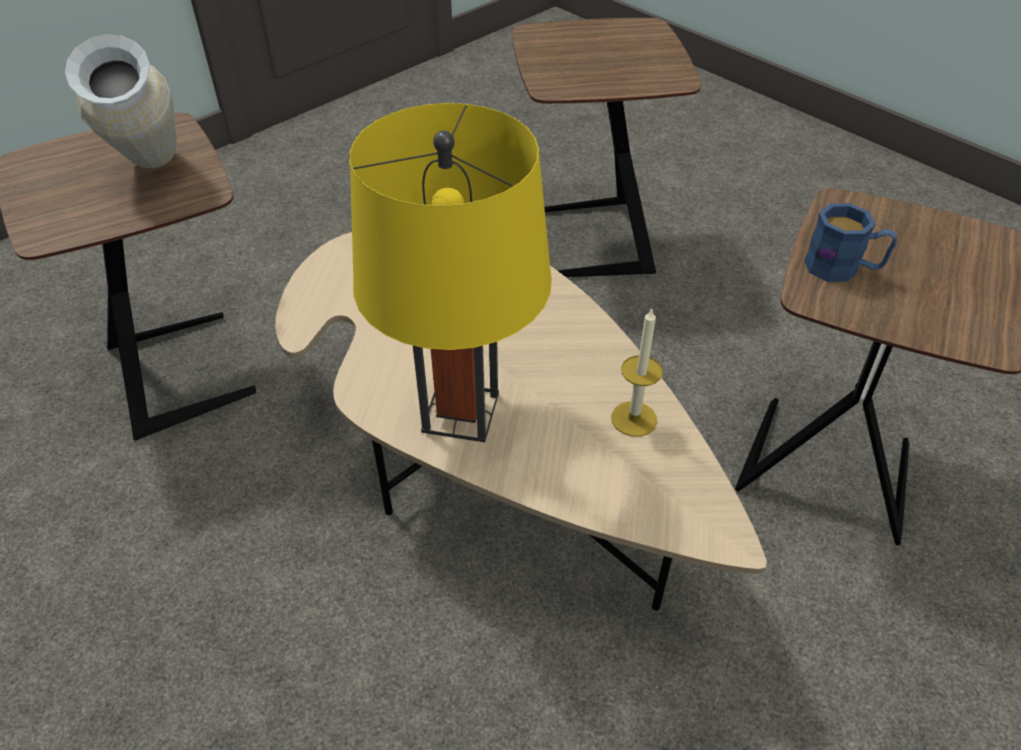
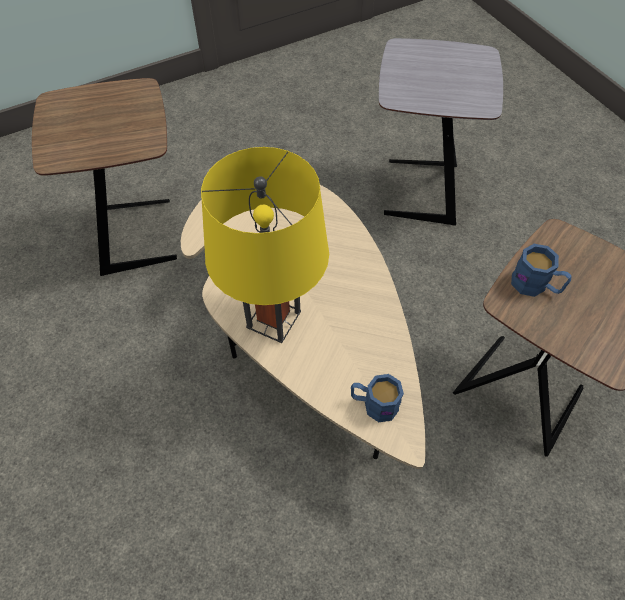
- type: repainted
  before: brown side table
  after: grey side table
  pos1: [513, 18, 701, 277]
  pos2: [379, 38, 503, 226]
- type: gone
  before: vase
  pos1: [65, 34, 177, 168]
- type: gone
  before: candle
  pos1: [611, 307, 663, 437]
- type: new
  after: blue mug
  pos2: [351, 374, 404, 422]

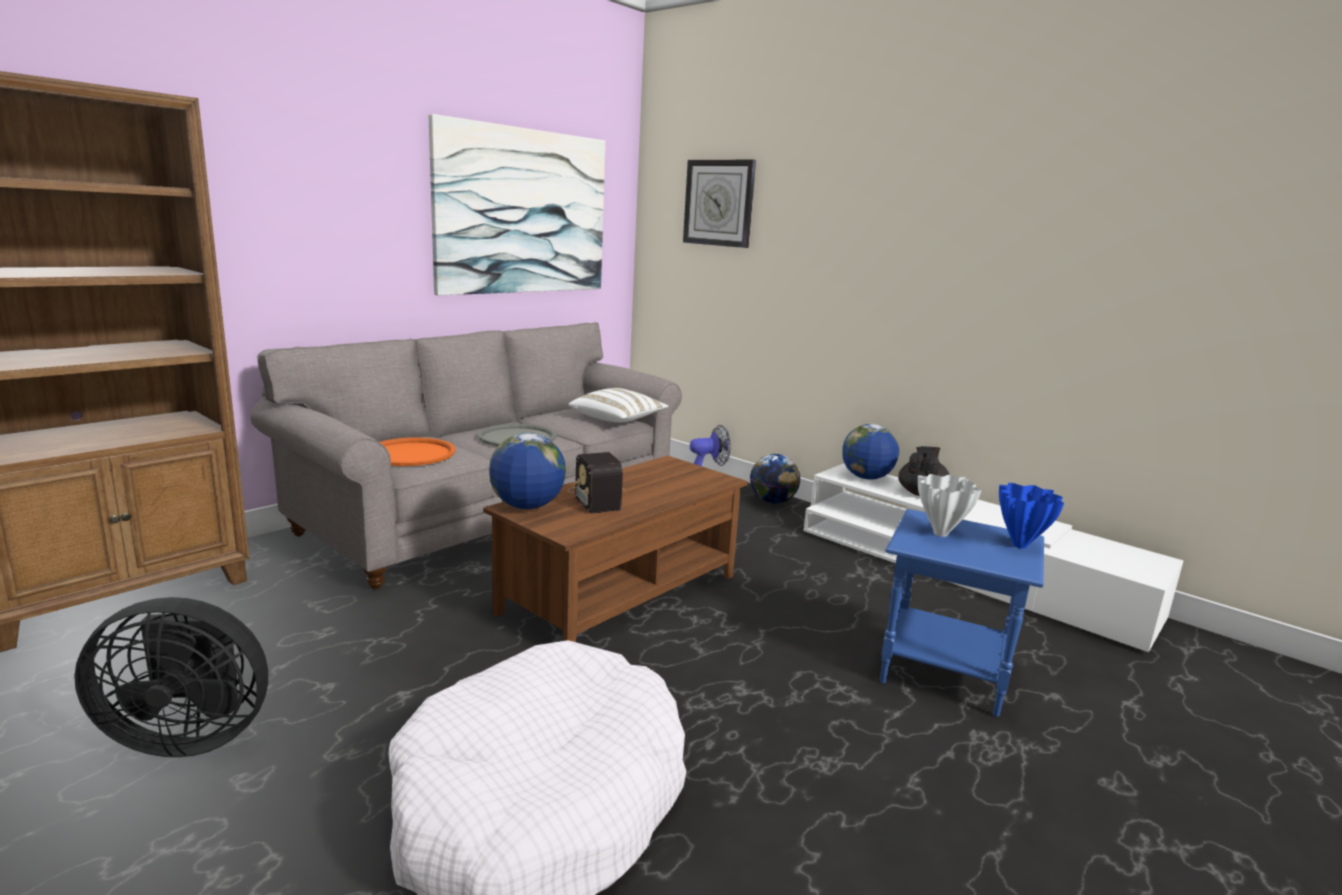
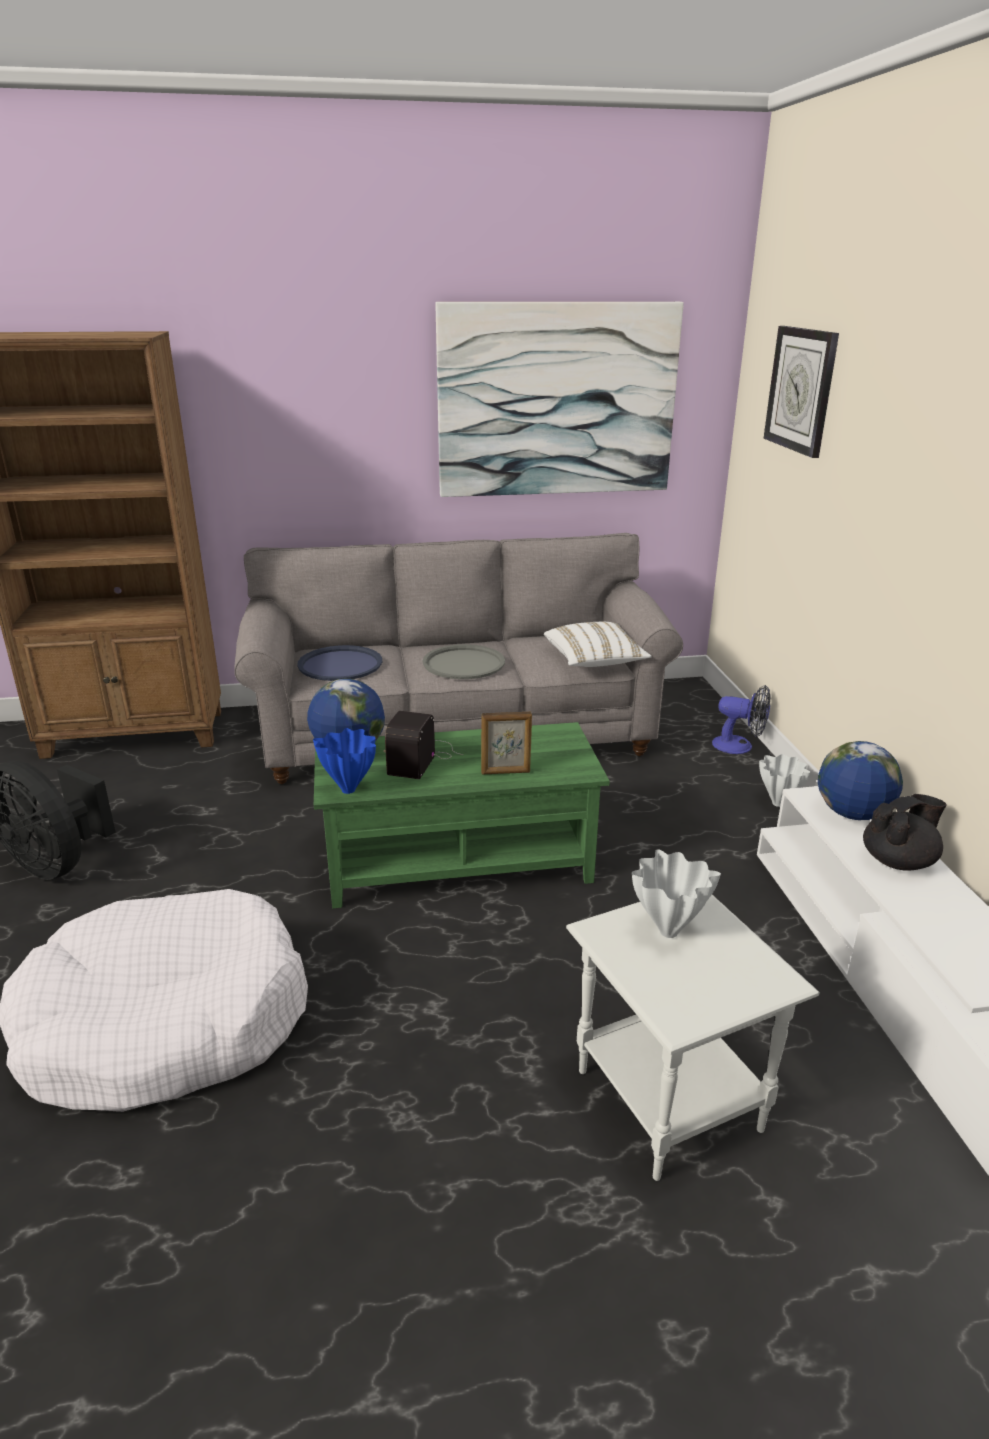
- type: repainted
  before: orange tray
  after: blue tray
  pos1: [380, 437, 456, 466]
  pos2: [297, 645, 382, 681]
- type: swapped
  before: globe
  after: white vase
  pos1: [750, 454, 800, 504]
  pos2: [759, 754, 810, 807]
- type: repainted
  before: brown coffee table
  after: green coffee table
  pos1: [483, 456, 748, 642]
  pos2: [314, 722, 610, 908]
- type: shifted
  before: blue vase
  pos1: [999, 483, 1064, 549]
  pos2: [313, 728, 376, 794]
- type: repainted
  before: blue side table
  after: white side table
  pos1: [880, 509, 1044, 717]
  pos2: [566, 895, 820, 1181]
- type: new
  after: picture frame
  pos2: [481, 711, 532, 774]

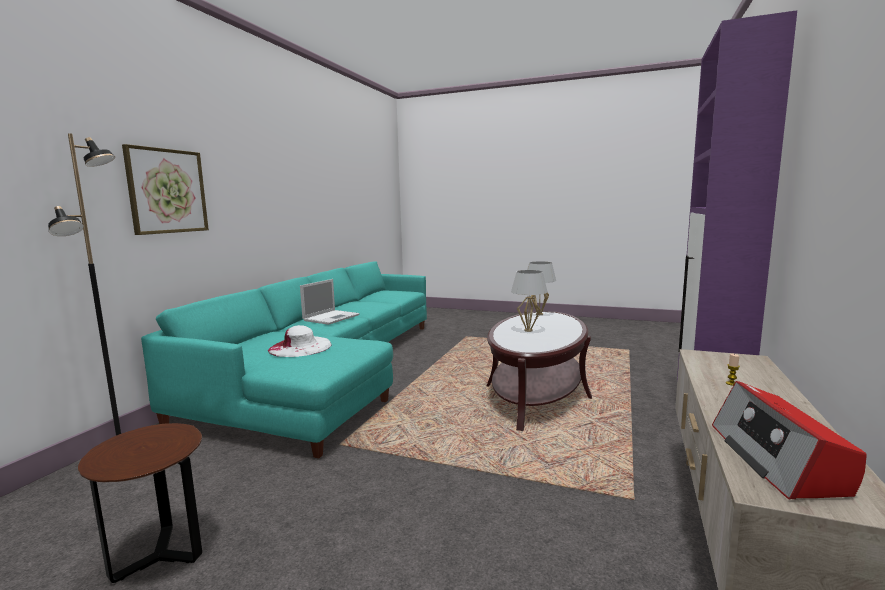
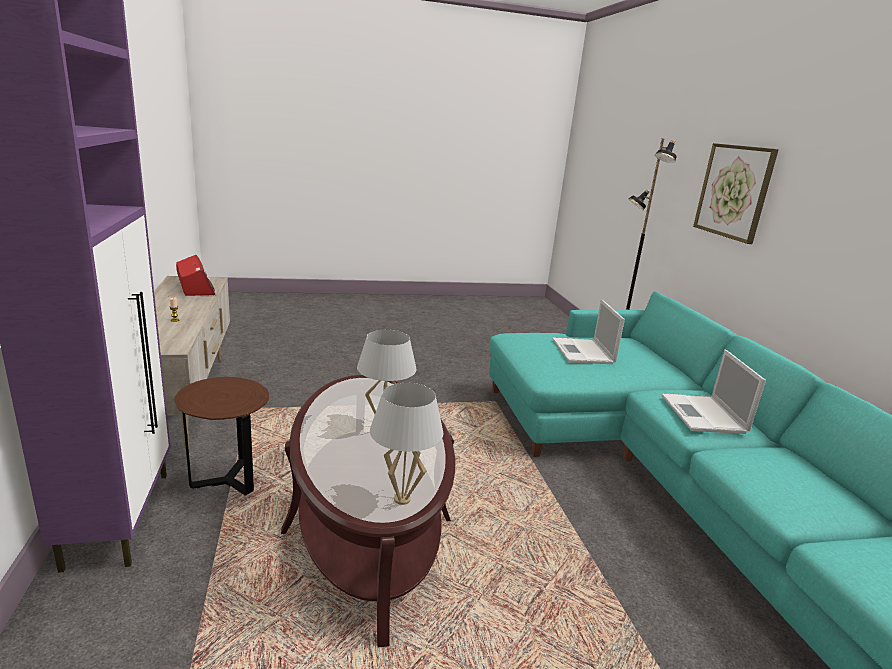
- type: swapped
  before: white hat
  after: laptop
  pos1: [268, 325, 332, 357]
  pos2: [553, 299, 625, 364]
- type: shifted
  before: brown side table
  pos1: [78, 423, 202, 583]
  pos2: [174, 377, 269, 496]

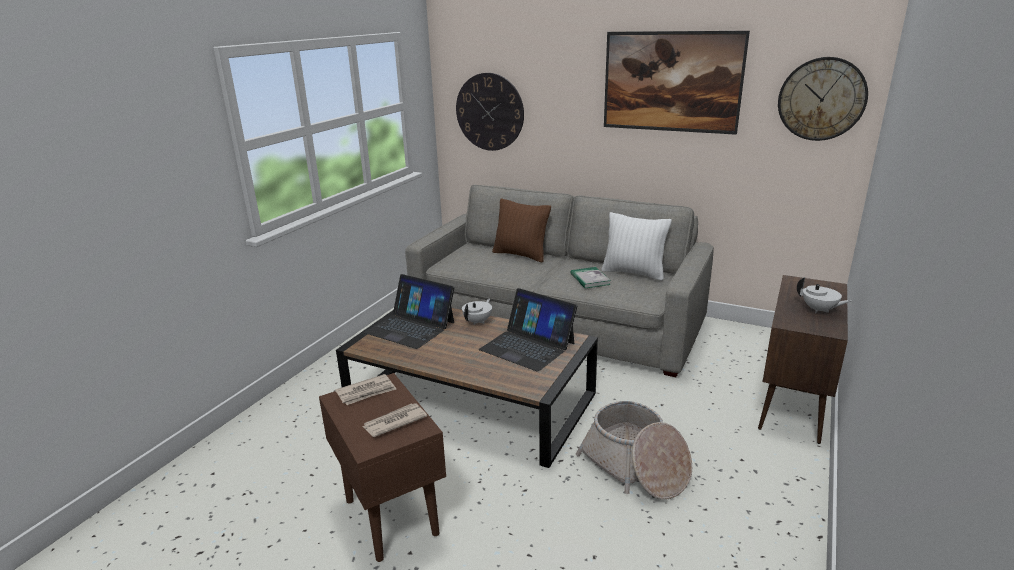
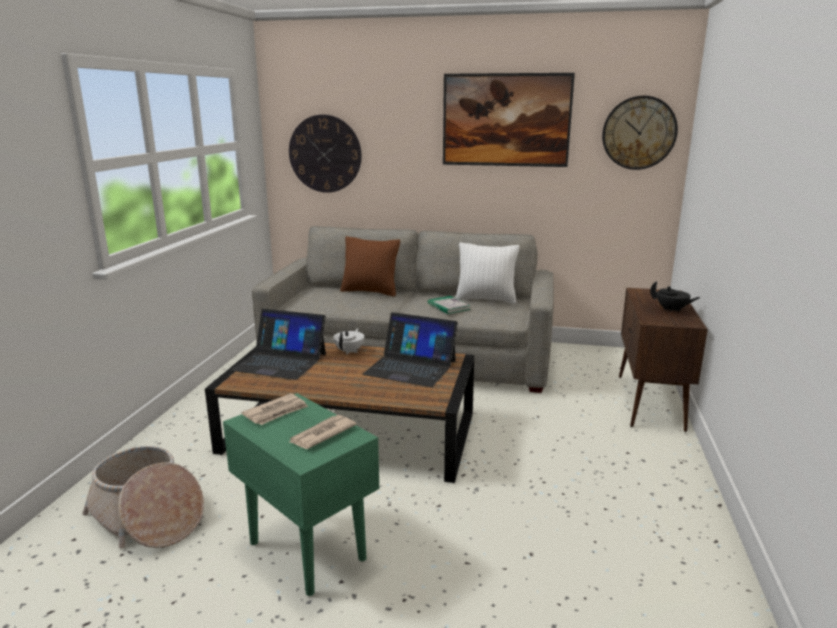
- type: repainted
  before: white teapot
  after: black teapot
  pos1: [797, 277, 852, 313]
  pos2: [650, 281, 700, 312]
- type: repainted
  before: brown side table
  after: green side table
  pos1: [319, 373, 446, 562]
  pos2: [223, 393, 379, 596]
- type: shifted
  before: basket
  pos1: [576, 401, 692, 500]
  pos2: [82, 446, 204, 548]

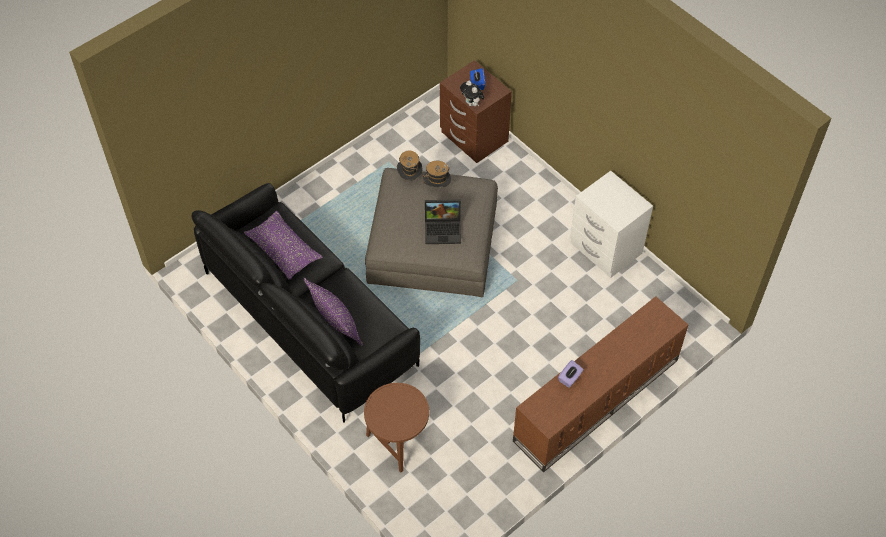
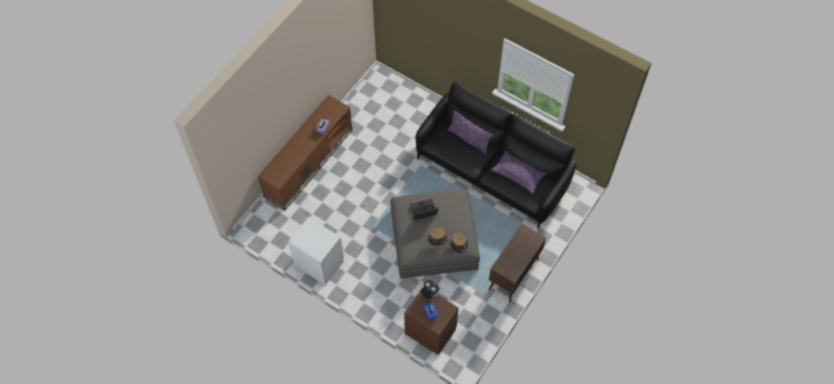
- type: gone
  before: brown side table
  pos1: [364, 383, 429, 472]
- type: new
  after: brown cabinet
  pos2: [489, 224, 546, 302]

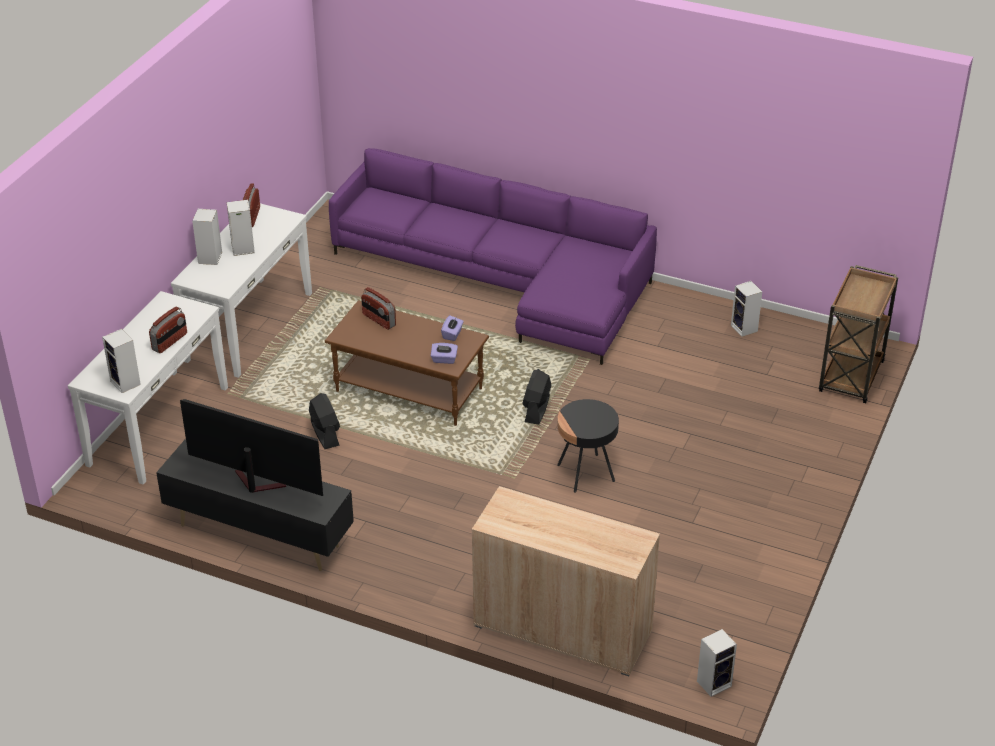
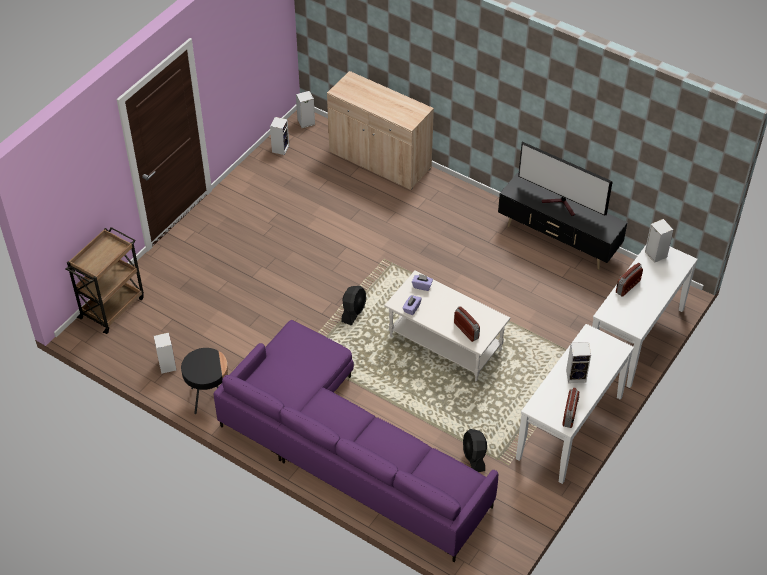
- type: shifted
  before: speaker
  pos1: [192, 209, 222, 265]
  pos2: [270, 117, 289, 155]
- type: repainted
  before: brown coffee table
  after: white coffee table
  pos1: [325, 300, 489, 426]
  pos2: [384, 271, 510, 381]
- type: shifted
  before: black fan
  pos1: [309, 393, 340, 449]
  pos2: [463, 429, 487, 472]
- type: shifted
  before: black side table
  pos1: [557, 399, 619, 493]
  pos2: [181, 348, 228, 414]

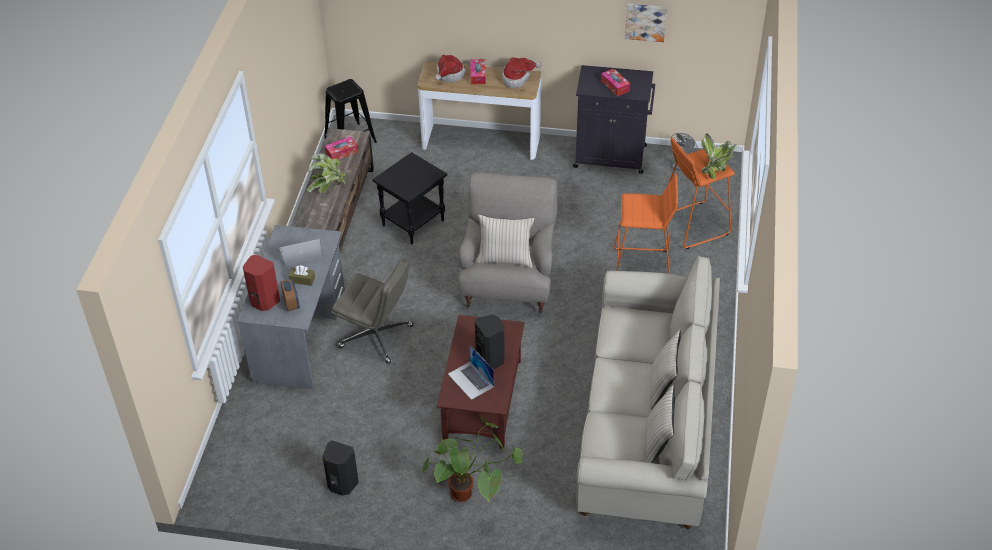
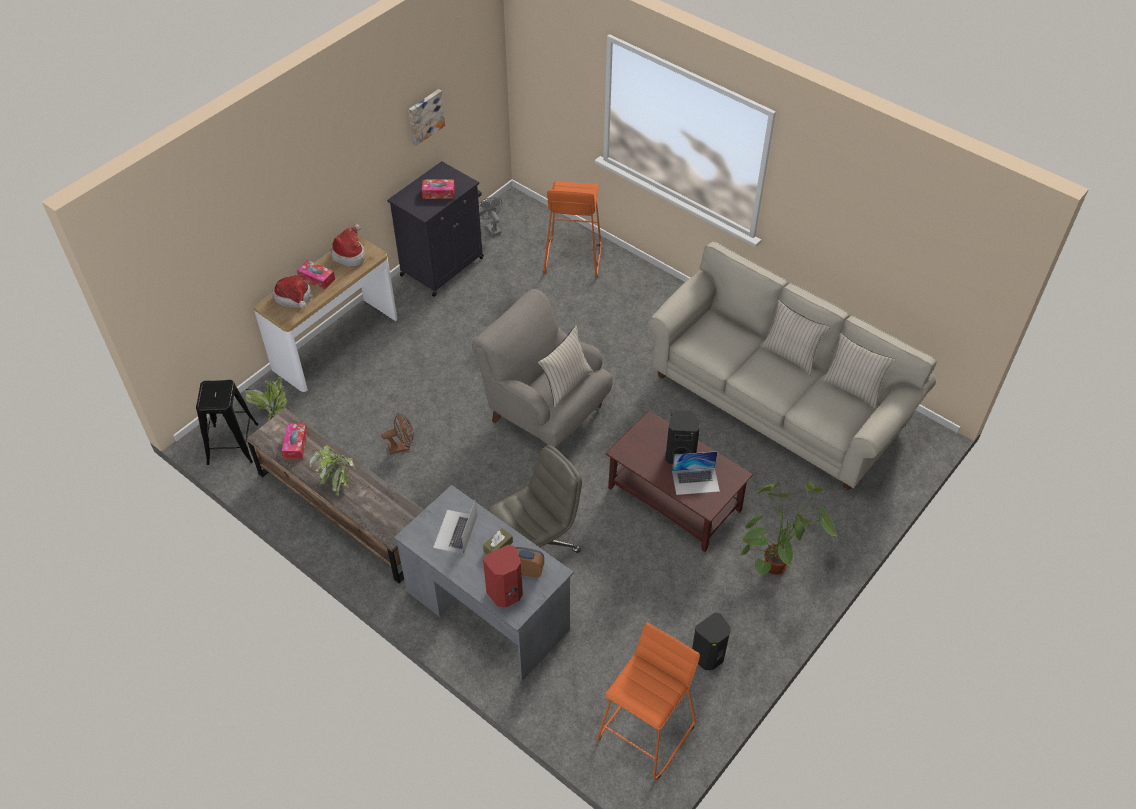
- type: shifted
  before: potted plant
  pos1: [701, 133, 739, 180]
  pos2: [245, 377, 287, 421]
- type: swapped
  before: black side table
  after: brown fan
  pos1: [372, 152, 447, 244]
  pos2: [381, 413, 414, 454]
- type: shifted
  before: orange stool
  pos1: [614, 173, 678, 274]
  pos2: [596, 622, 700, 779]

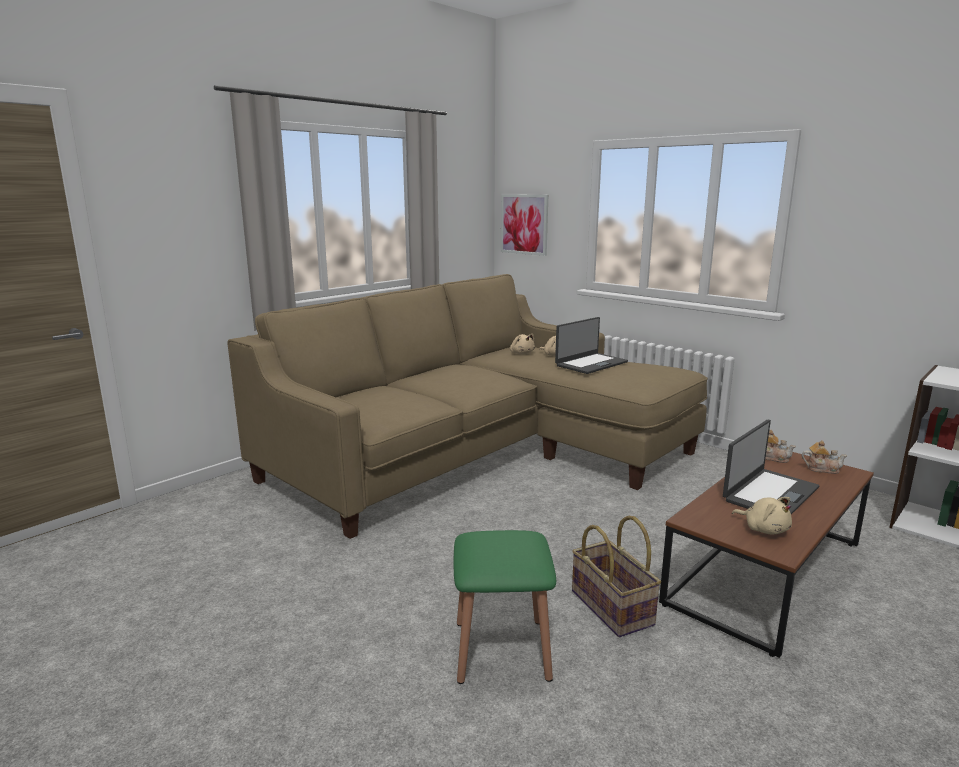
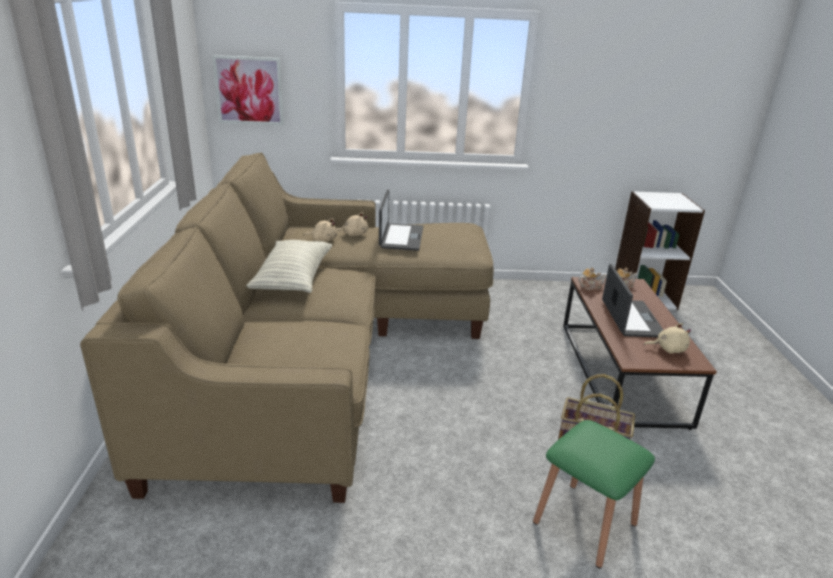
- type: new
  after: pillow
  pos2: [246, 240, 332, 293]

